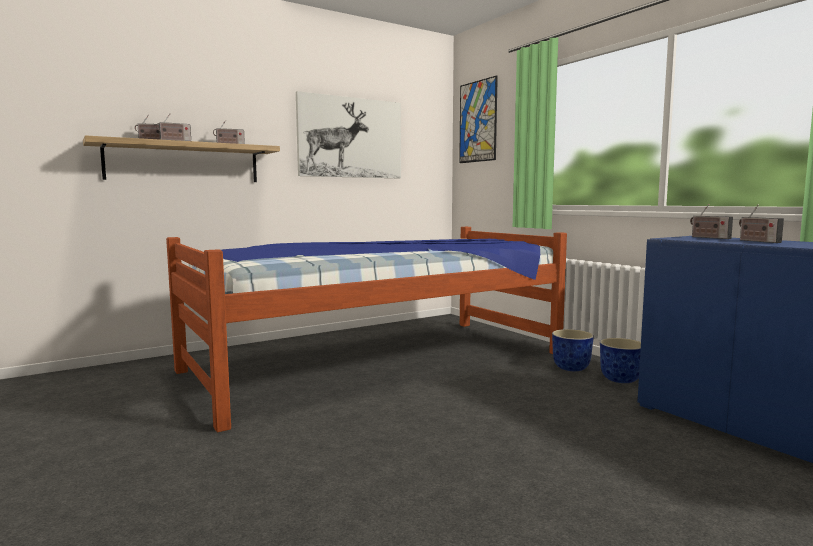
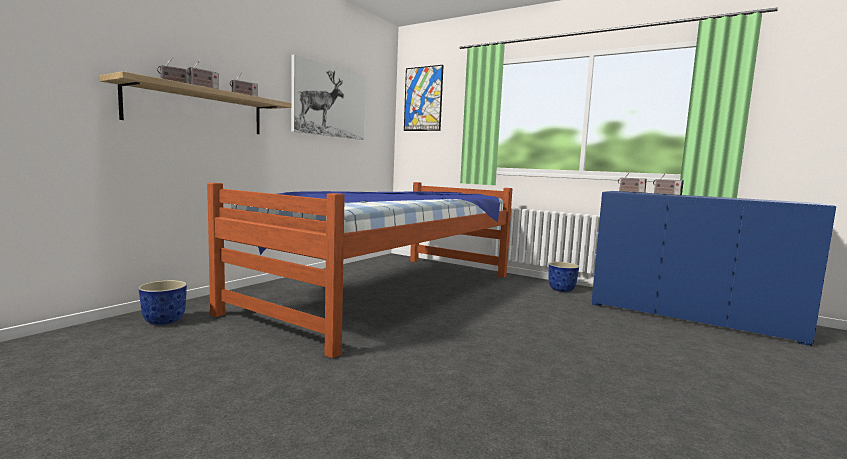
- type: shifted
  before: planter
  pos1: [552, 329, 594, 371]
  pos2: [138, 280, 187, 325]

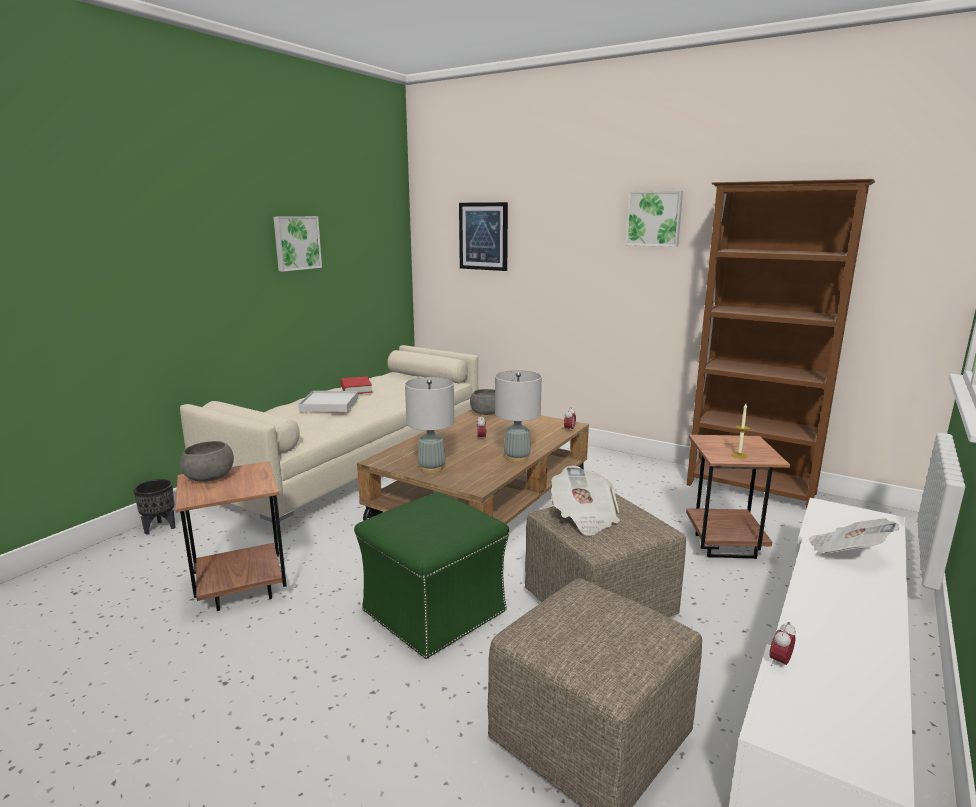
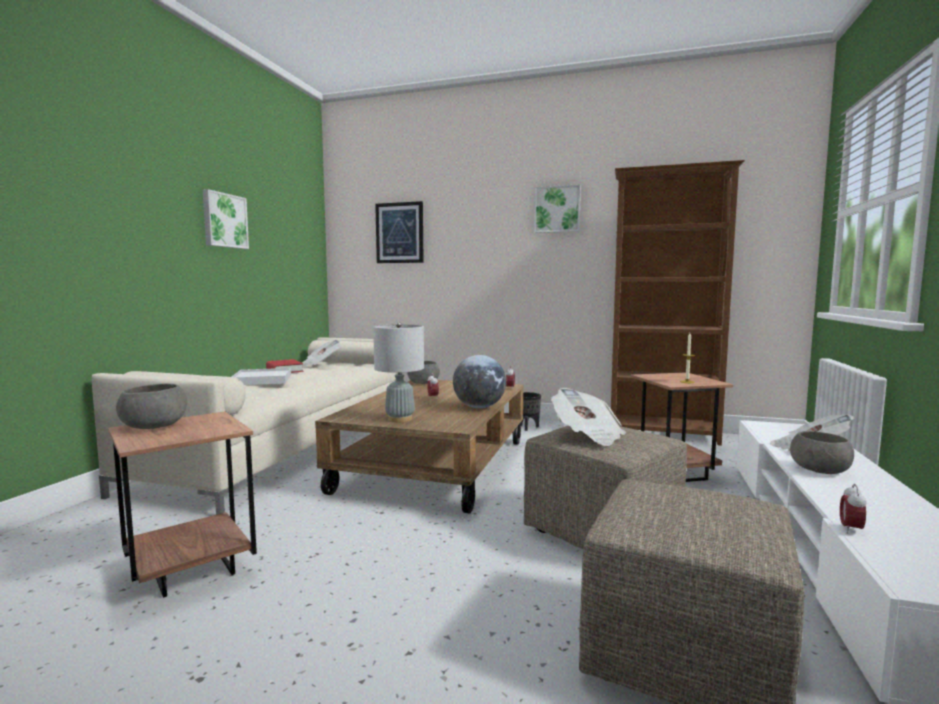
- type: swapped
  before: grey table lamp
  after: globe
  pos1: [495, 370, 542, 463]
  pos2: [453, 355, 506, 408]
- type: shifted
  before: black planter
  pos1: [133, 479, 176, 535]
  pos2: [521, 392, 541, 431]
- type: gone
  before: green ottoman
  pos1: [354, 492, 509, 659]
- type: new
  after: newspaper
  pos2: [302, 340, 341, 366]
- type: new
  after: grey bowl
  pos2: [790, 431, 854, 474]

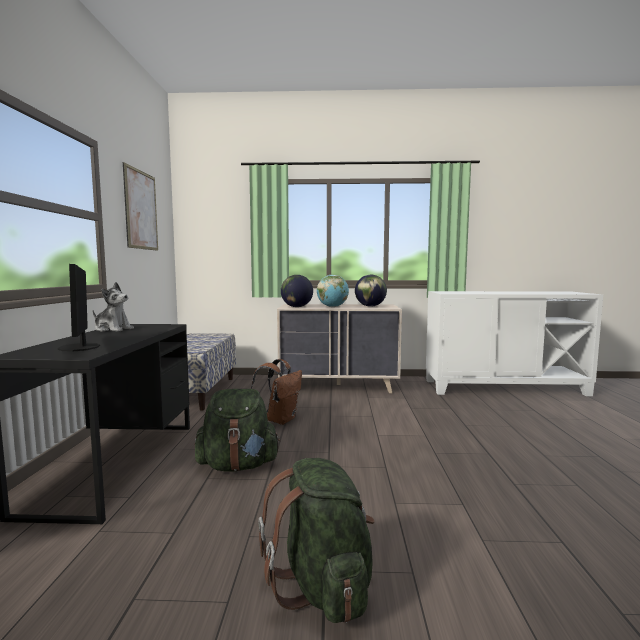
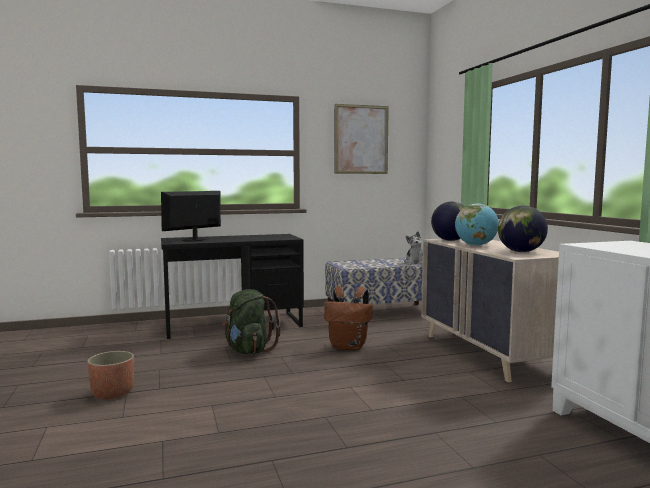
- type: shifted
  before: plush toy
  pos1: [93, 282, 134, 332]
  pos2: [405, 231, 423, 265]
- type: swapped
  before: green backpack
  after: planter
  pos1: [258, 458, 374, 623]
  pos2: [87, 351, 134, 399]

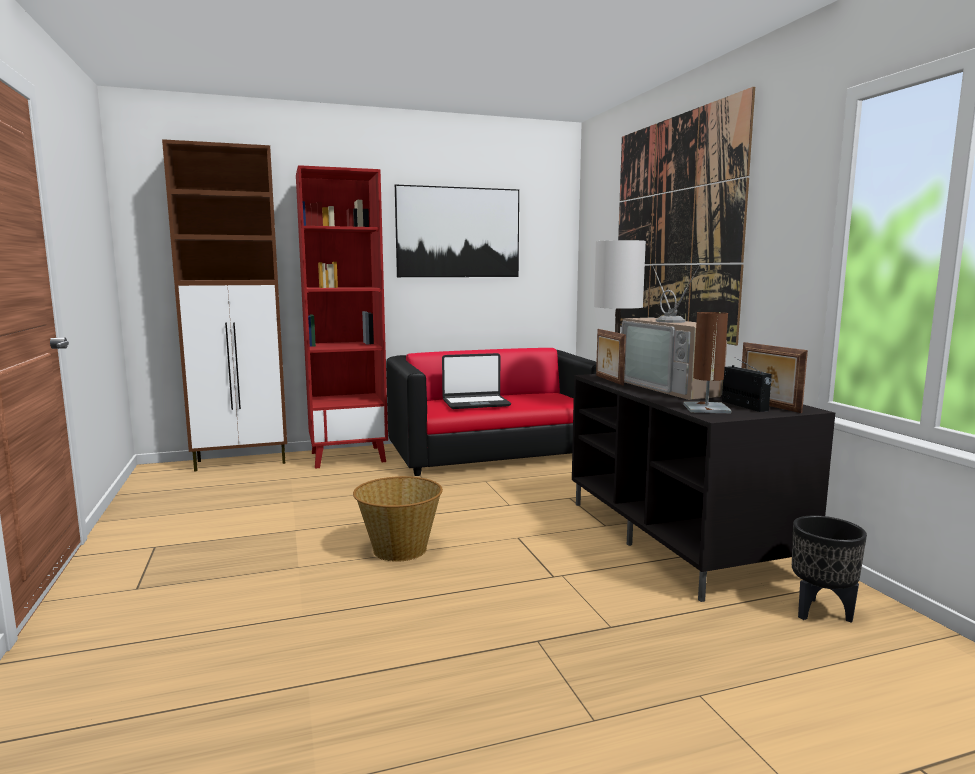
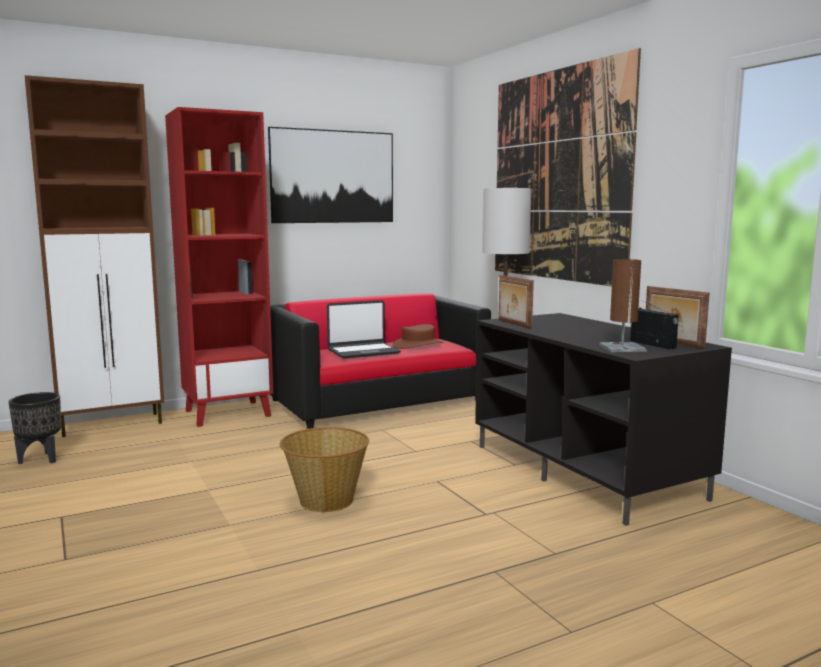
- type: gone
  before: television
  pos1: [621, 264, 727, 400]
- type: shifted
  before: black planter
  pos1: [792, 515, 867, 623]
  pos2: [8, 392, 61, 464]
- type: new
  after: brown hat
  pos2: [392, 324, 444, 349]

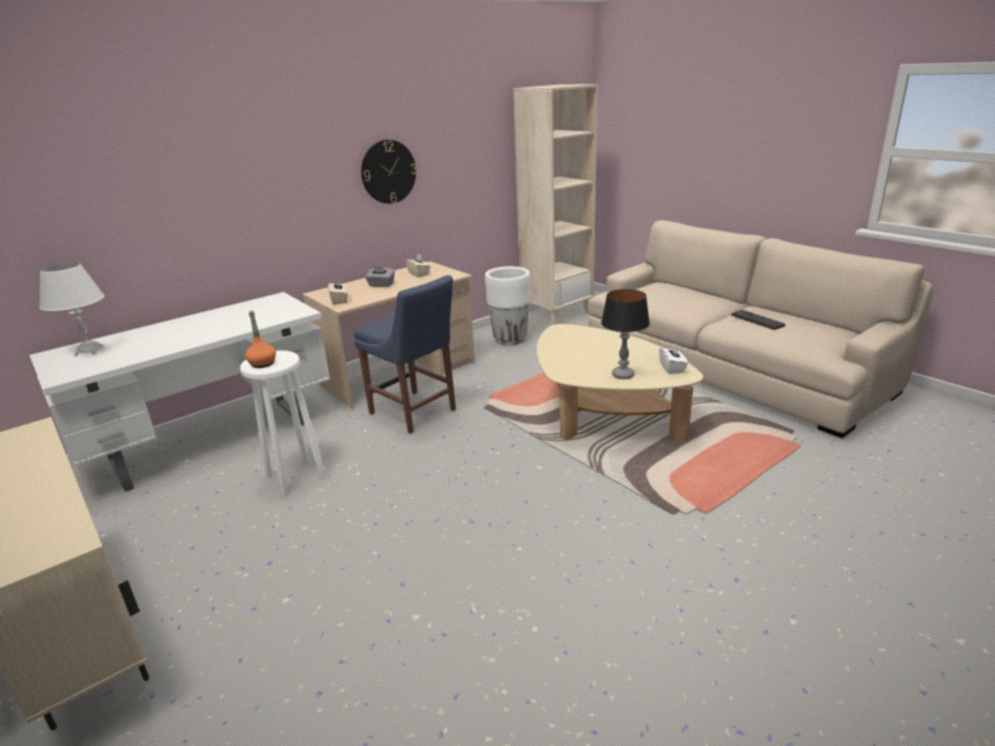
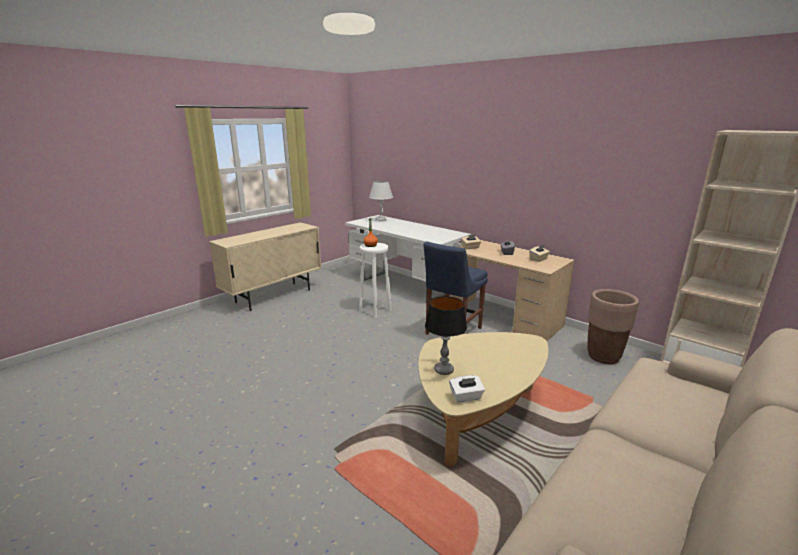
- type: gone
  before: wall clock
  pos1: [361, 140, 417, 204]
- type: repainted
  before: white planter
  after: brown planter
  pos1: [485, 266, 530, 345]
  pos2: [587, 289, 639, 364]
- type: gone
  before: keyboard
  pos1: [731, 310, 785, 330]

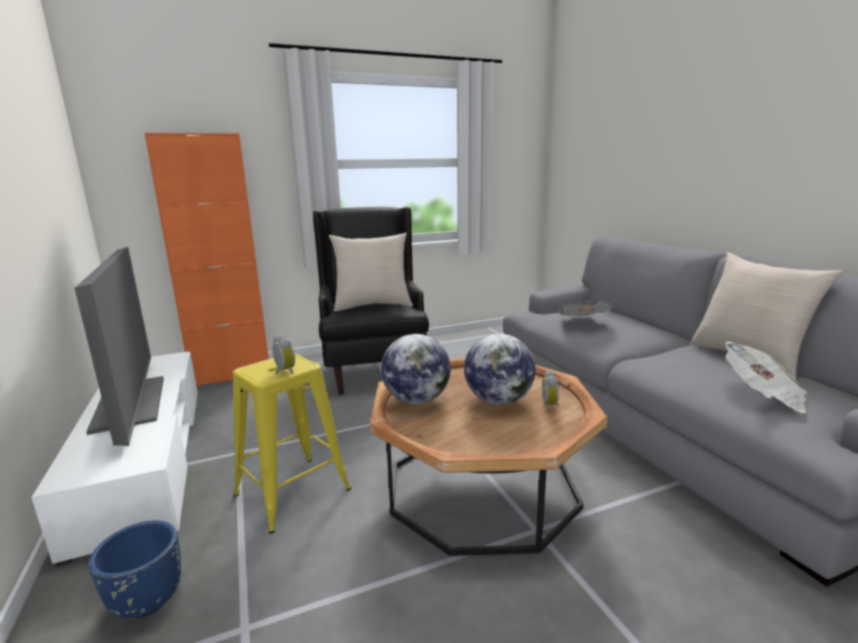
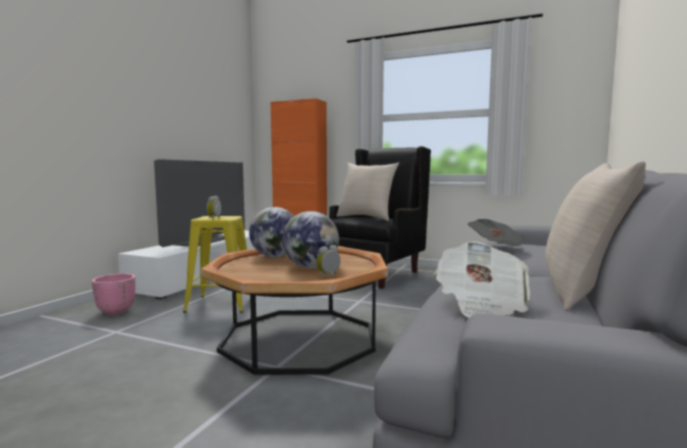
- type: repainted
  before: blue planter
  after: pink planter
  pos1: [89, 520, 181, 618]
  pos2: [92, 274, 136, 315]

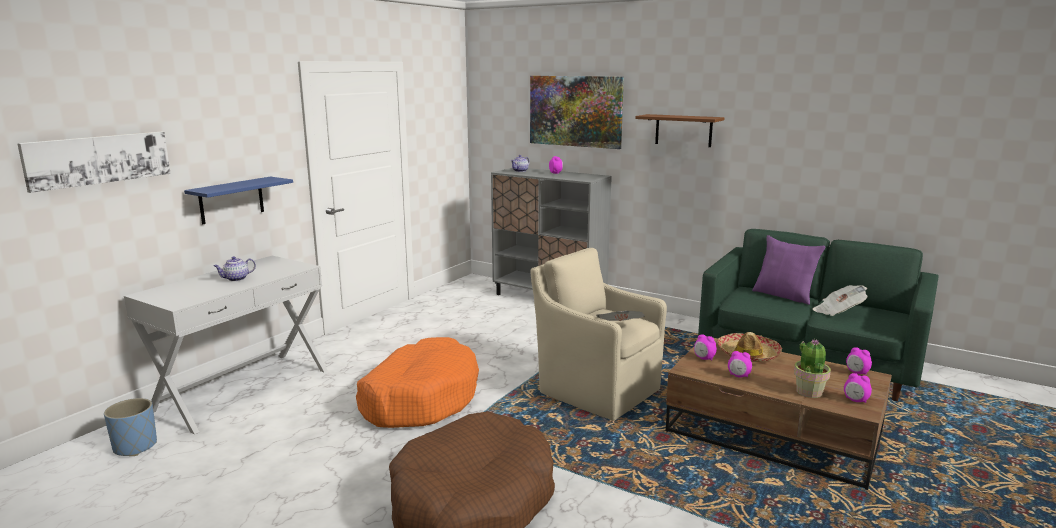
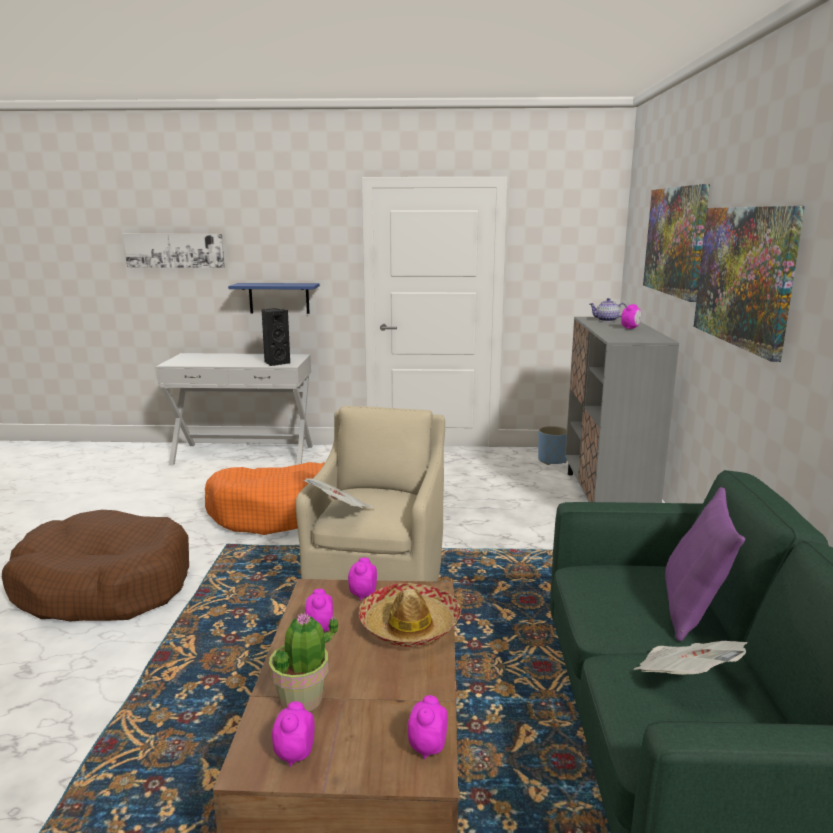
- type: swapped
  before: brown shelf
  after: picture
  pos1: [635, 114, 724, 147]
  pos2: [694, 206, 805, 362]
- type: gone
  before: teapot
  pos1: [214, 257, 256, 281]
- type: shifted
  before: blue planter
  pos1: [104, 398, 157, 456]
  pos2: [538, 426, 567, 465]
- type: new
  after: black speaker
  pos2: [262, 308, 290, 366]

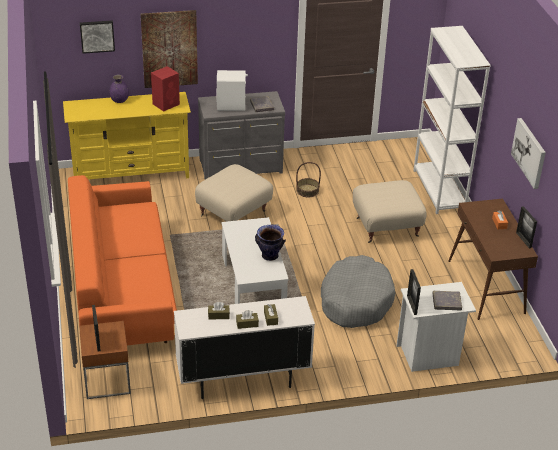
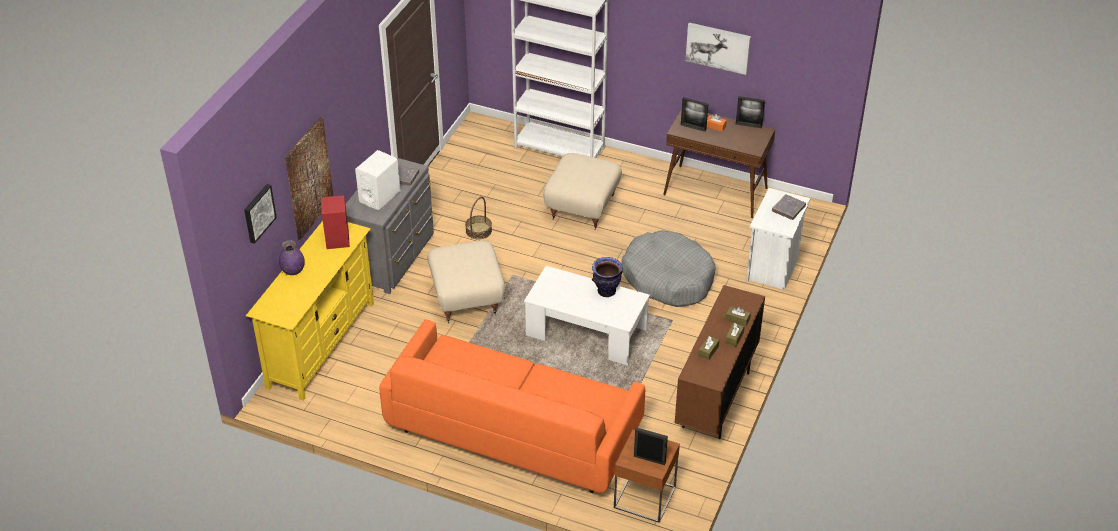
- type: shifted
  before: picture frame
  pos1: [407, 269, 421, 315]
  pos2: [681, 97, 708, 132]
- type: repainted
  before: white cabinet
  after: brown cabinet
  pos1: [174, 296, 315, 399]
  pos2: [675, 285, 765, 439]

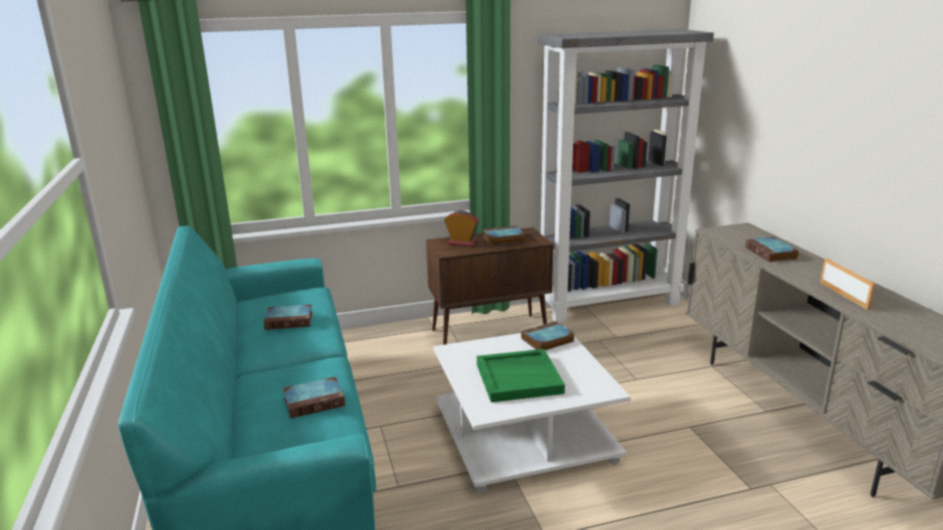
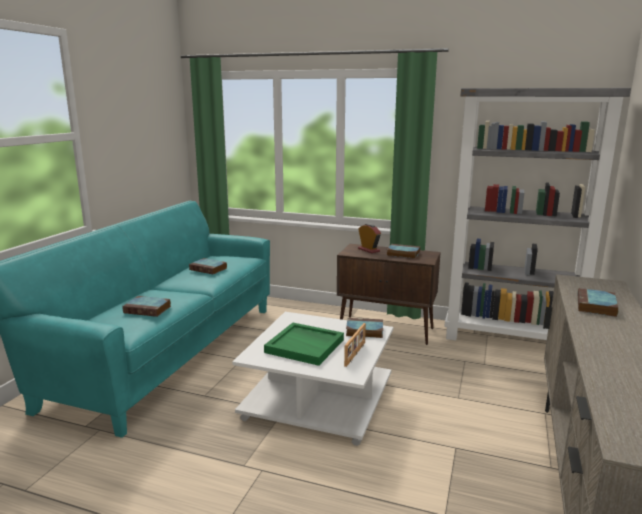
- type: shifted
  before: picture frame
  pos1: [820, 258, 875, 310]
  pos2: [344, 323, 366, 367]

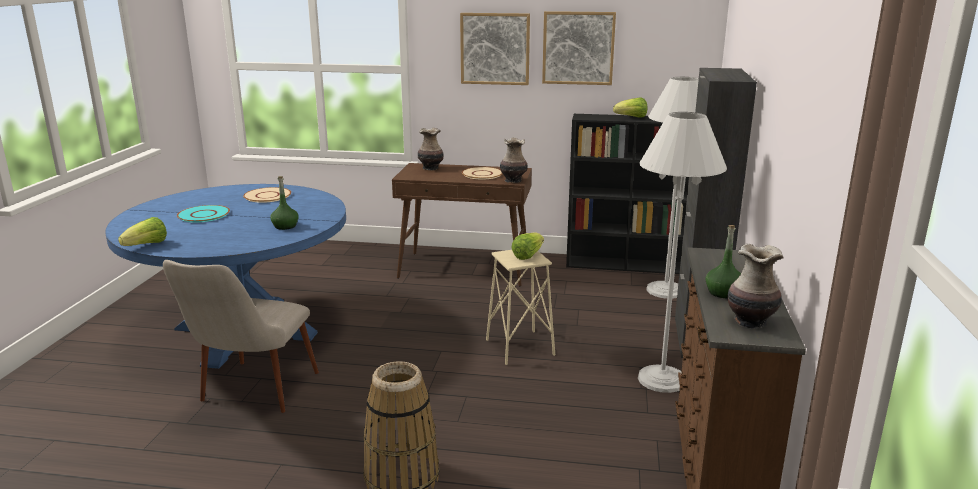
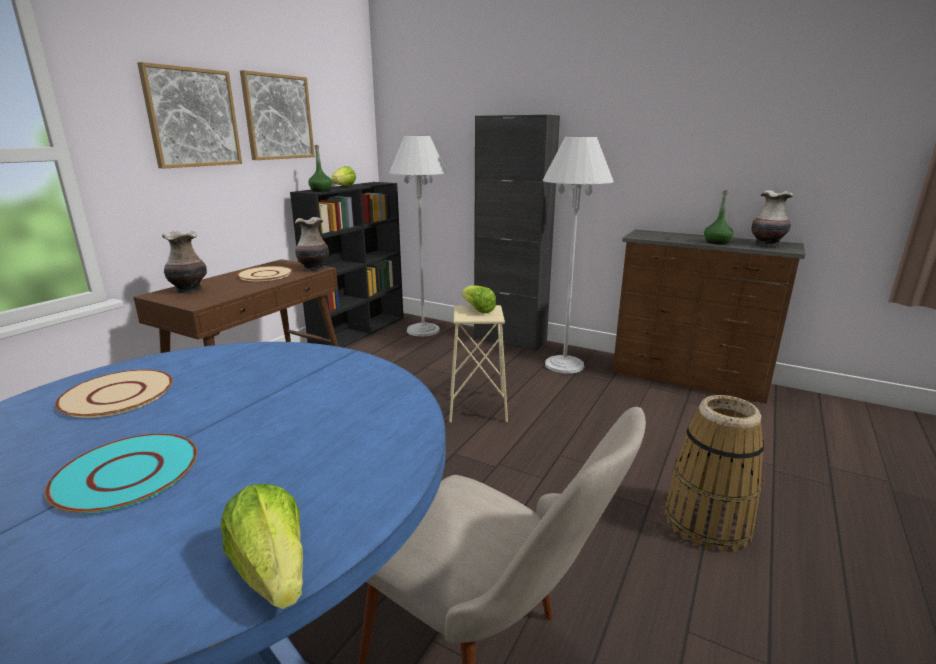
- type: shifted
  before: green bottle
  pos1: [270, 176, 299, 230]
  pos2: [308, 145, 332, 192]

